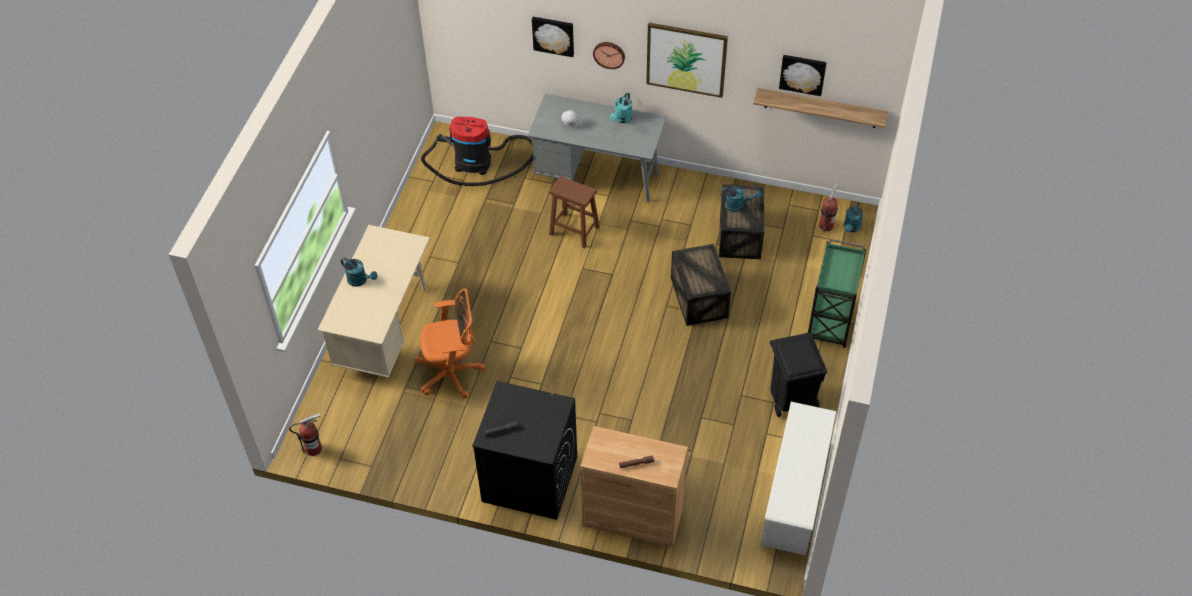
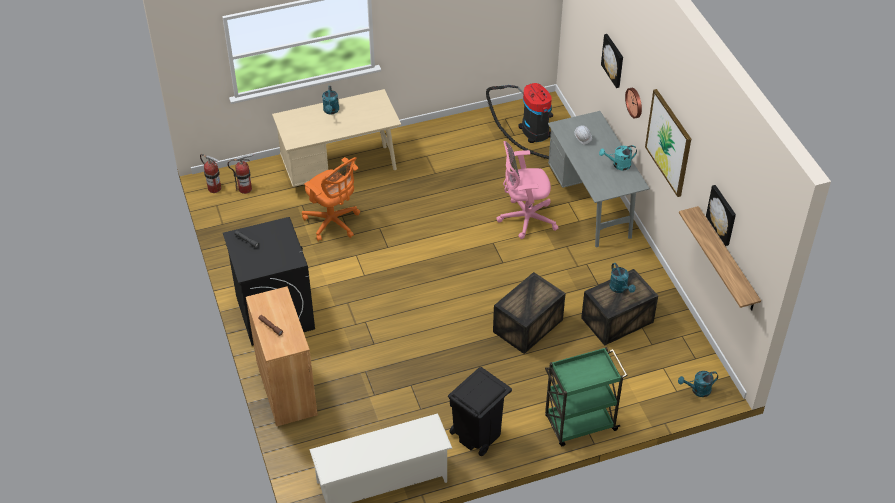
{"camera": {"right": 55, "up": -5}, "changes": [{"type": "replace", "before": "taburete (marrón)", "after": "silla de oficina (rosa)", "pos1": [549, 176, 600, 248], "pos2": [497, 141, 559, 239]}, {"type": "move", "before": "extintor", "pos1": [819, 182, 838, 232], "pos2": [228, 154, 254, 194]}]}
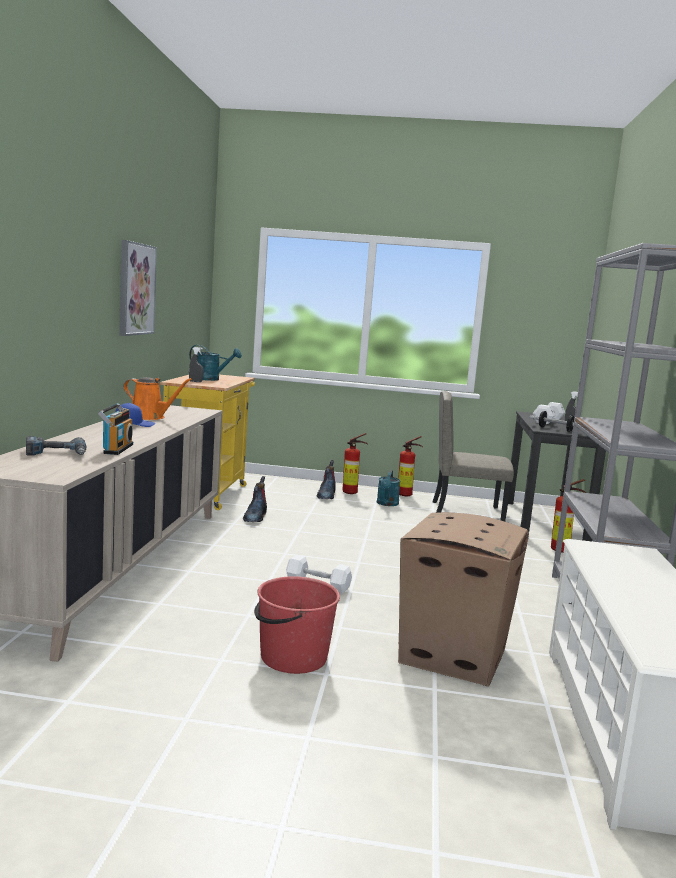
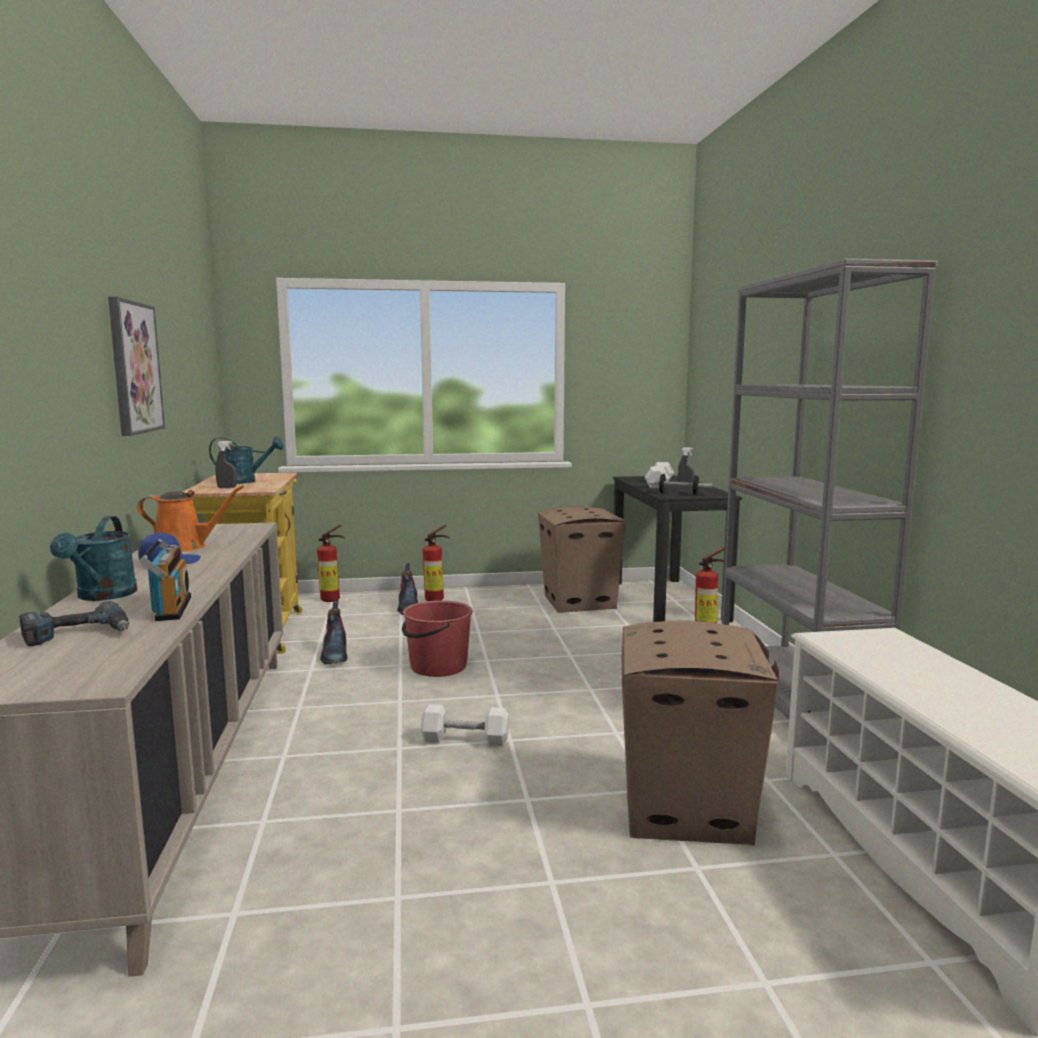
{"camera": {"right": -15, "up": 0}, "changes": [{"type": "move", "before": "cubo (rojo)", "pos1": [254, 576, 340, 674], "pos2": [402, 600, 473, 677]}, {"type": "move", "before": "regadera (turquesa)", "pos1": [377, 470, 401, 506], "pos2": [50, 516, 137, 601]}, {"type": "move", "before": "extintor", "pos1": [398, 436, 423, 496], "pos2": [317, 525, 345, 602]}, {"type": "replace", "before": "silla (beis)", "after": "caja de cartón", "pos1": [432, 391, 514, 522], "pos2": [538, 506, 626, 613]}]}
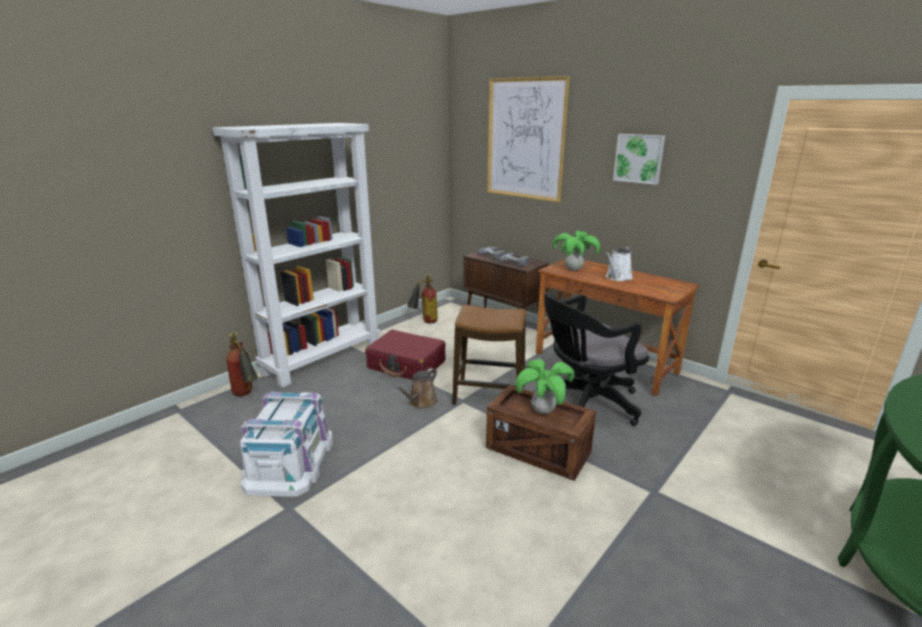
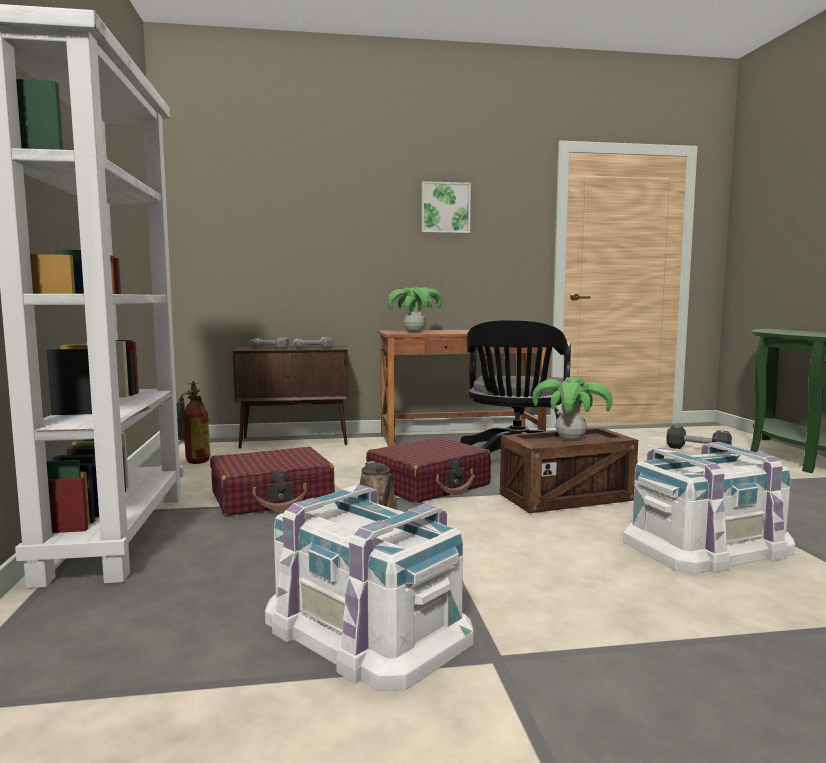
{"camera": {"right": -50, "up": -15}, "changes": [{"type": "delete", "before": "extintor", "pos1": [226, 333, 258, 396]}, {"type": "replace", "before": "taburete", "after": "maleta (rojo)", "pos1": [452, 305, 526, 405], "pos2": [366, 437, 491, 503]}, {"type": "delete", "before": "cuadro", "pos1": [487, 76, 570, 202]}, {"type": "delete", "before": "regadera (blanco)", "pos1": [605, 247, 633, 281]}, {"type": "insert", "after": "caja de almacenaje (blanco)", "pos2": [623, 442, 795, 574]}, {"type": "insert", "after": "mancuerna (negro)", "pos2": [666, 426, 732, 452]}]}
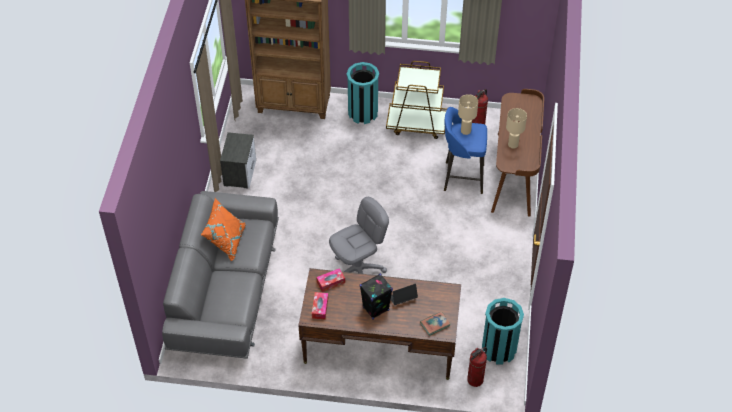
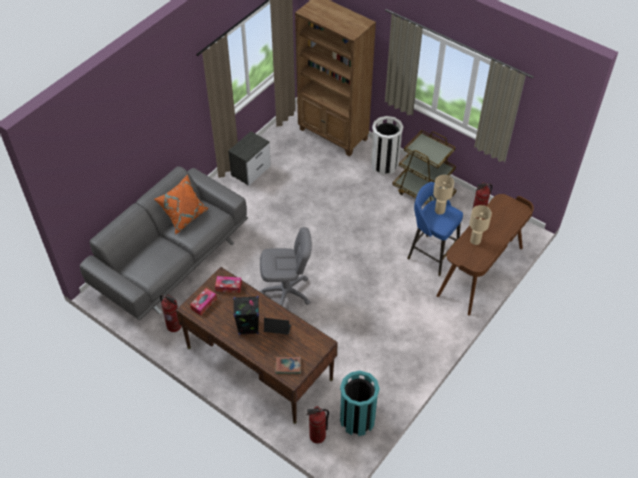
{"camera": {"right": 30, "up": 0}, "changes": [{"type": "recolor", "before": "papelera (turquesa)", "after": "papelera (blanco)", "pos1": [347, 62, 379, 124], "pos2": [371, 116, 403, 175]}, {"type": "insert", "after": "extintor", "pos2": [160, 294, 181, 332]}]}
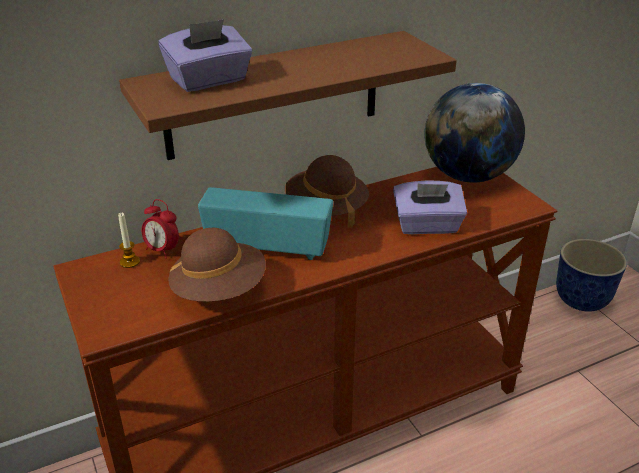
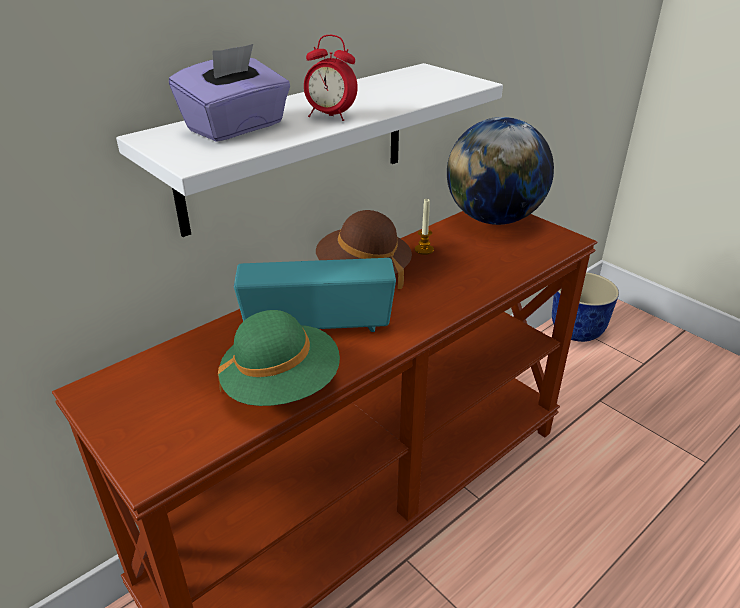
{"camera": {"right": -15, "up": 0}, "changes": [{"type": "move", "before": "vela", "pos1": [118, 212, 140, 268], "pos2": [415, 198, 434, 255]}, {"type": "recolor", "before": "estante (marrón)", "after": "estante (blanco)", "pos1": [119, 31, 457, 160], "pos2": [116, 63, 503, 237]}, {"type": "move", "before": "despertador", "pos1": [142, 199, 179, 258], "pos2": [304, 35, 358, 121]}, {"type": "recolor", "before": "sombrero (marrón)", "after": "sombrero (verde)", "pos1": [168, 228, 266, 302], "pos2": [218, 310, 340, 406]}, {"type": "delete", "before": "caja de pañuelos (morado)", "pos1": [393, 180, 467, 234]}]}
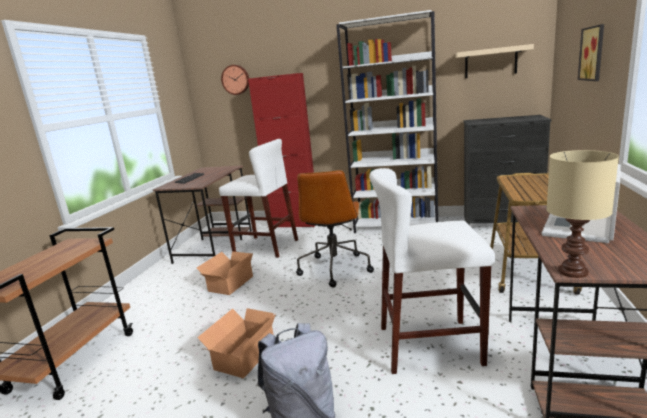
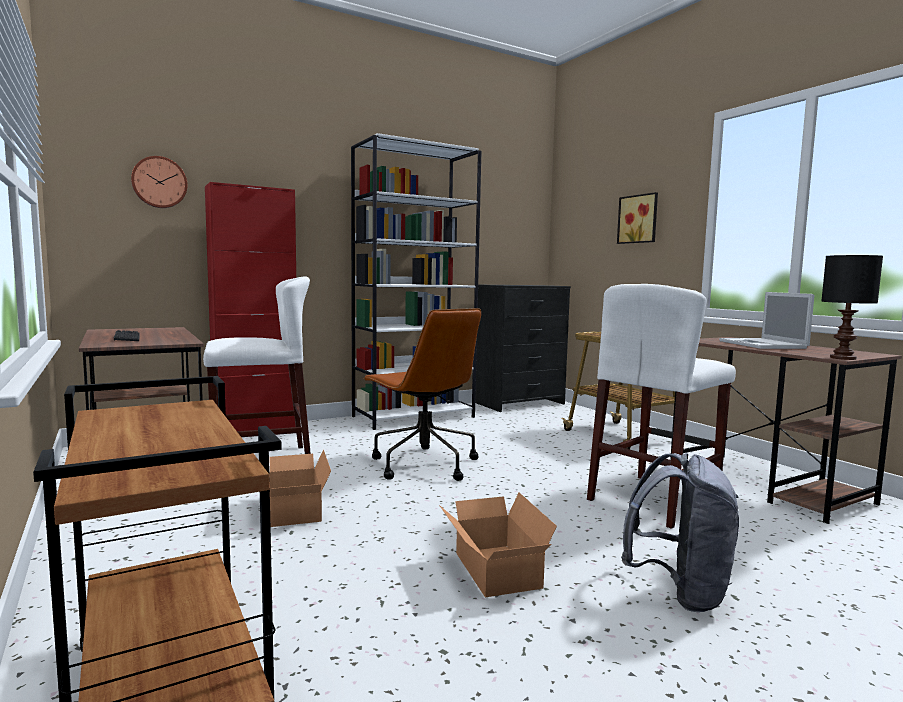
{"camera": {"right": -45, "up": -10}, "changes": [{"type": "delete", "before": "estante (beis)", "pos1": [455, 44, 534, 78]}, {"type": "recolor", "before": "lámpara de mesa (beis)", "after": "lámpara de mesa (negro)", "pos1": [546, 150, 619, 278], "pos2": [821, 255, 883, 360]}]}
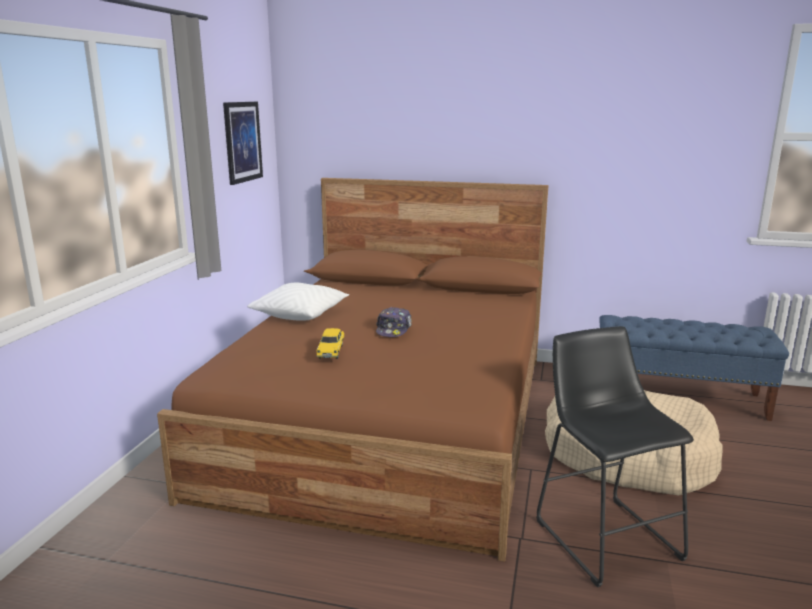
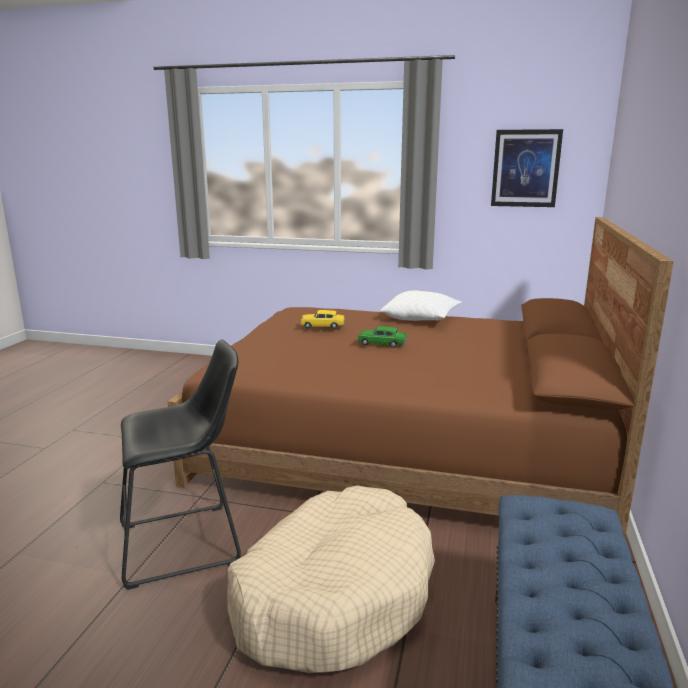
{"camera": {"right": 90, "up": 0}, "changes": [{"type": "replace", "before": "gorra", "after": "coche de juguete (verde)", "pos1": [376, 307, 412, 337], "pos2": [357, 326, 407, 348]}]}
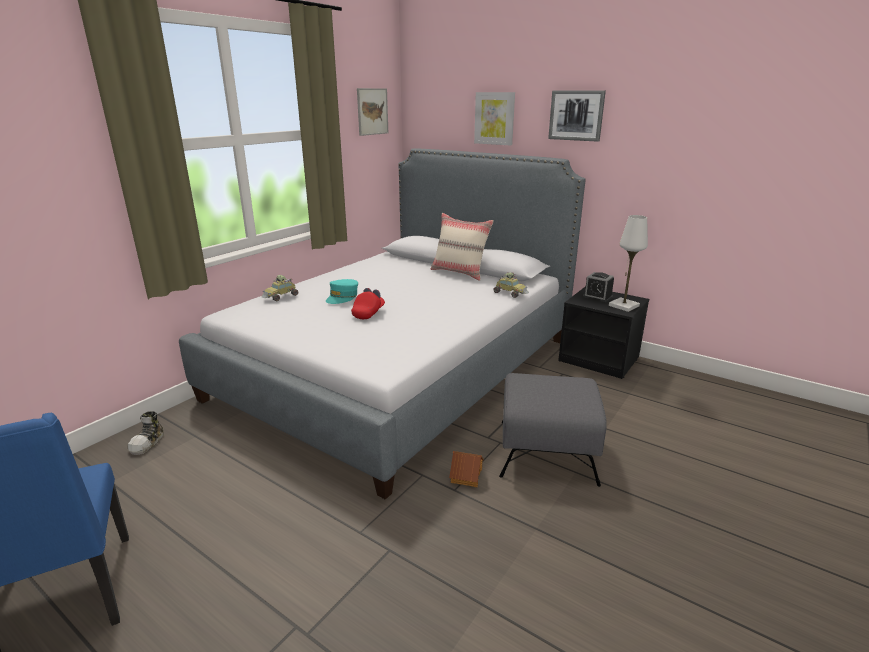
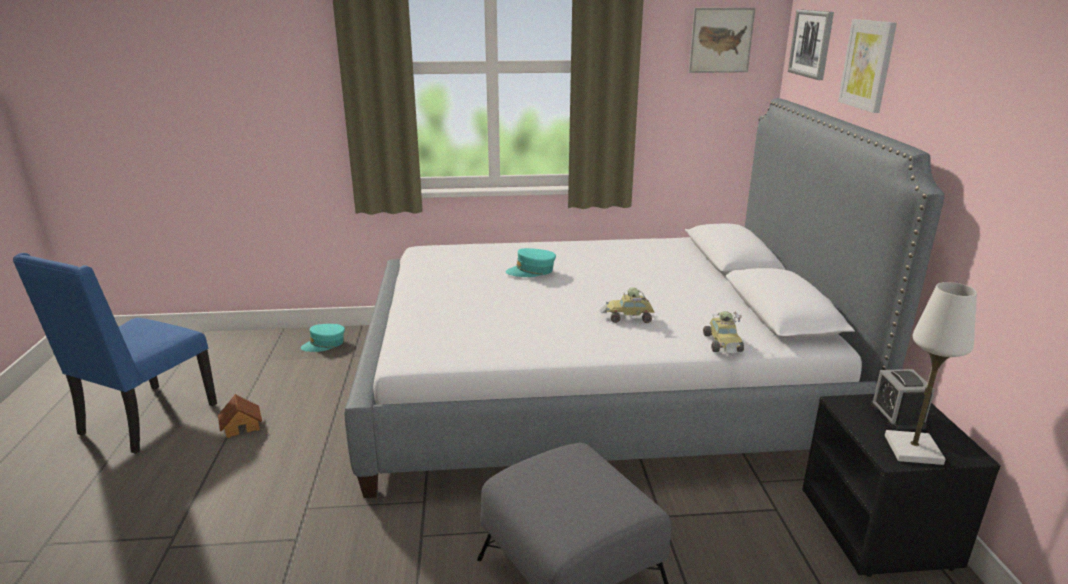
{"camera": {"right": 50, "up": 0}, "changes": [{"type": "replace", "before": "zapato", "after": "gorra (turquesa)", "pos1": [128, 411, 164, 455], "pos2": [301, 324, 345, 352]}, {"type": "move", "before": "coche de juguete", "pos1": [261, 275, 298, 301], "pos2": [600, 287, 654, 323]}, {"type": "delete", "before": "gorra (rojo)", "pos1": [351, 288, 385, 319]}, {"type": "delete", "before": "cojín (beis)", "pos1": [431, 213, 494, 281]}, {"type": "move", "before": "casita", "pos1": [449, 451, 483, 487], "pos2": [218, 394, 262, 438]}, {"type": "move", "before": "cuadro", "pos1": [548, 90, 606, 142], "pos2": [788, 9, 834, 80]}]}
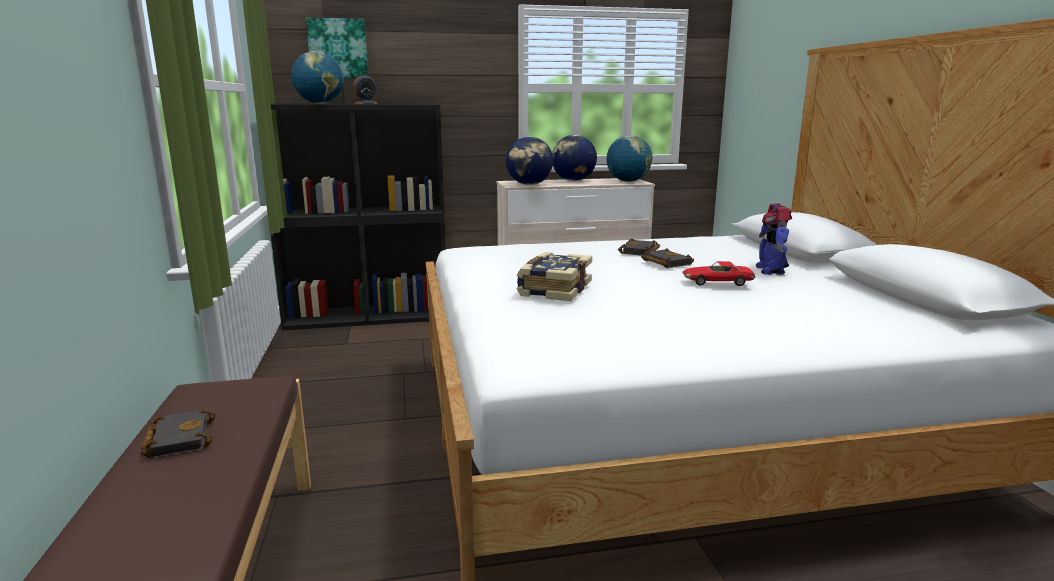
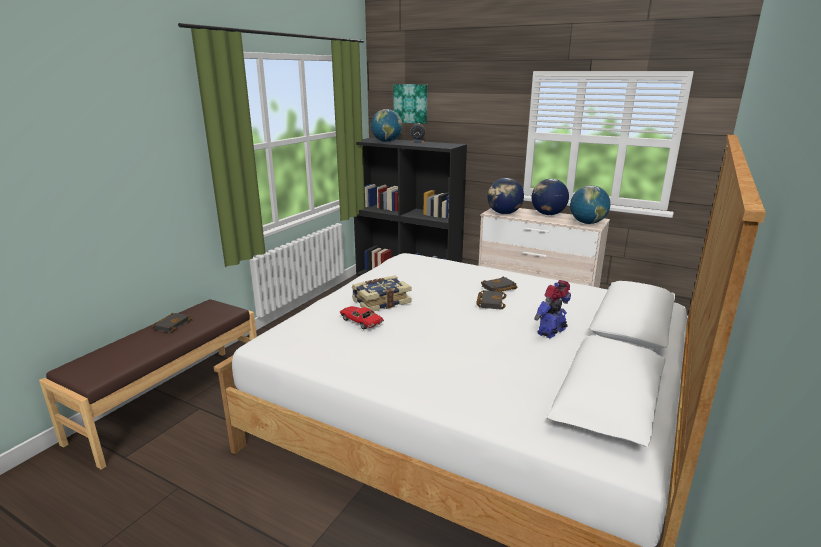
{"camera": {"right": 40, "up": 5}, "changes": [{"type": "move", "before": "coche de juguete", "pos1": [682, 261, 756, 286], "pos2": [340, 306, 384, 330]}]}
